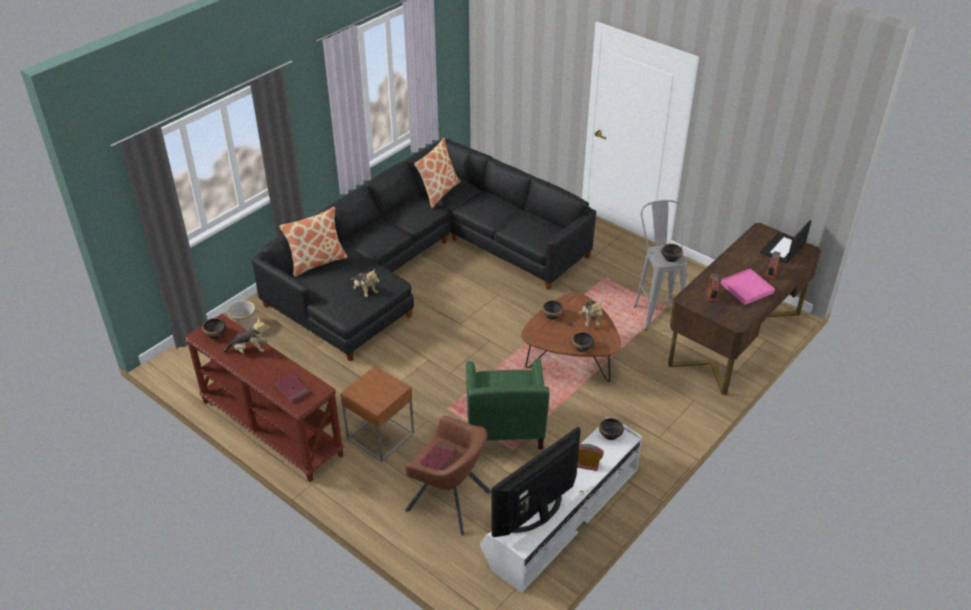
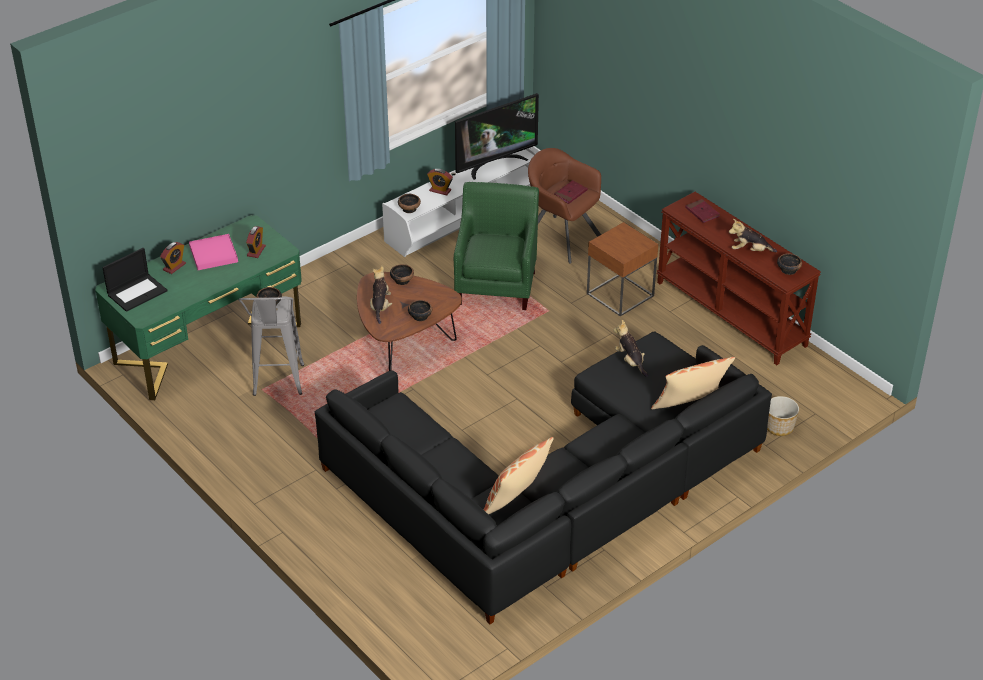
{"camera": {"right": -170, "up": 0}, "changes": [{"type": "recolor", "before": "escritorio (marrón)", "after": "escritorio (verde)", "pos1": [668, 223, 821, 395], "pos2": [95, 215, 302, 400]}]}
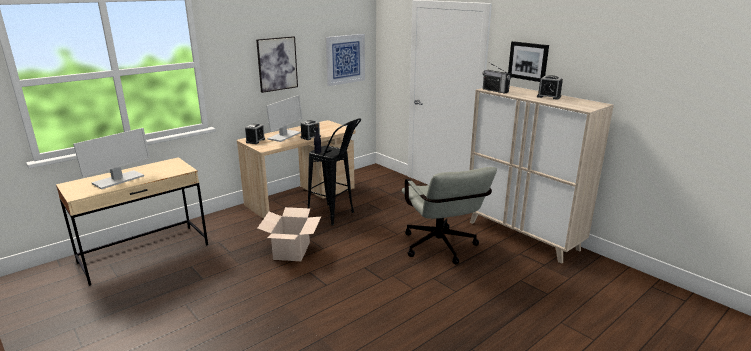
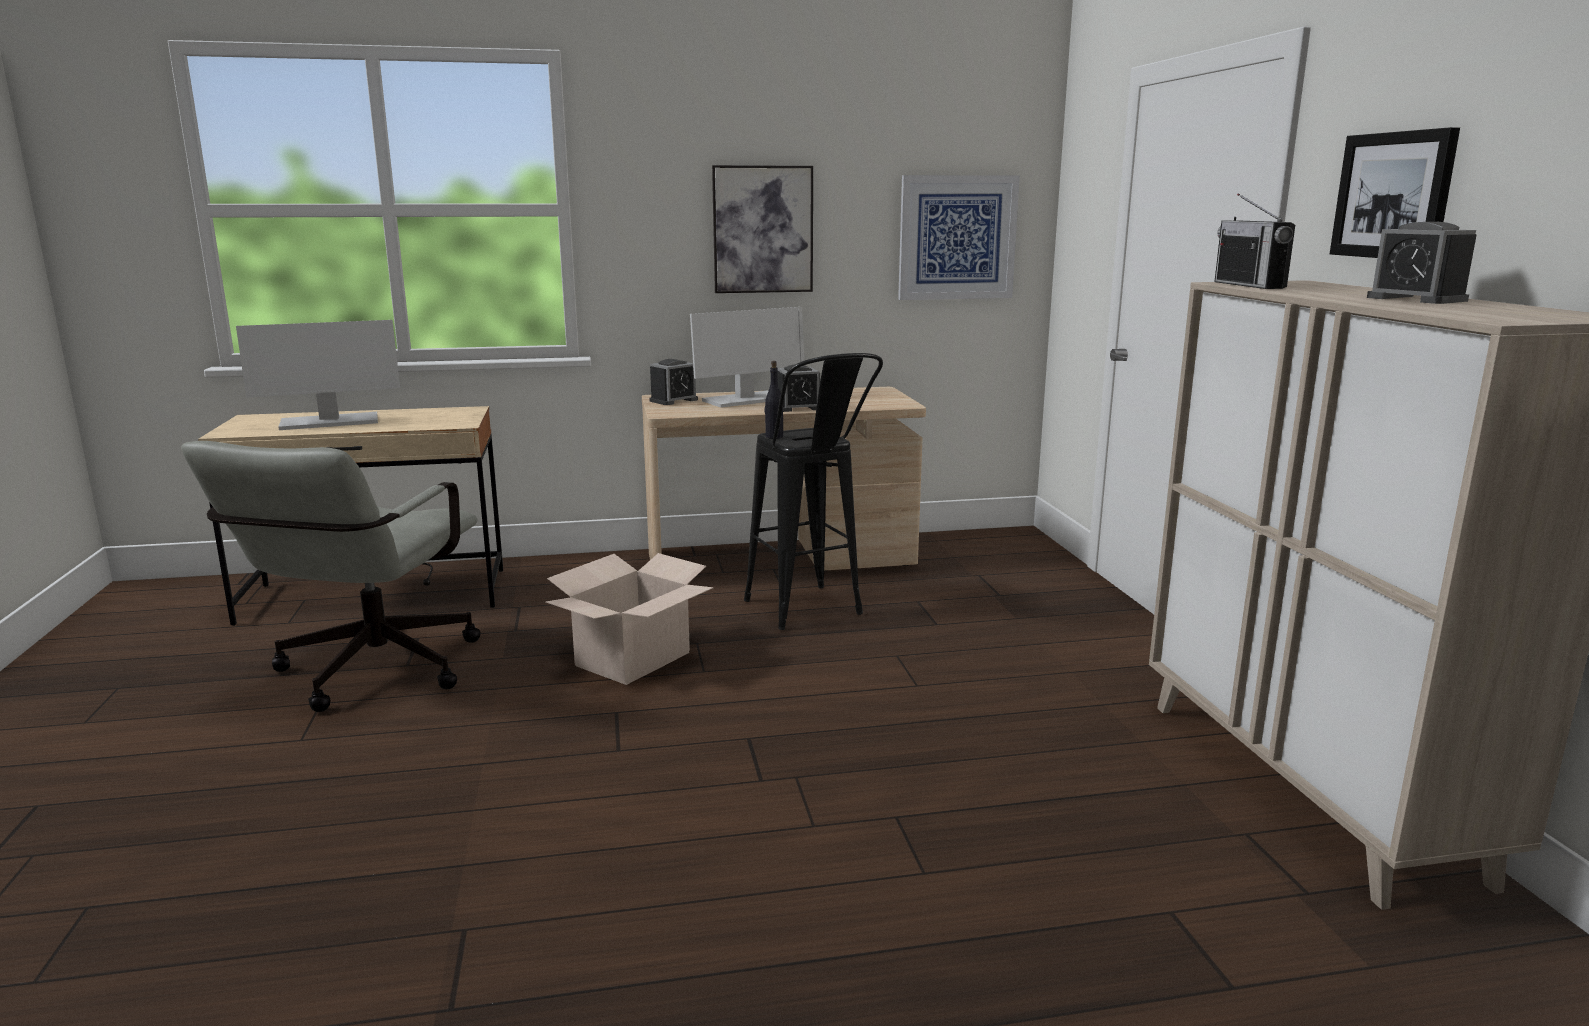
{"camera": {"right": 30, "up": -5}, "changes": [{"type": "move", "before": "silla de oficina (gris)", "pos1": [402, 167, 497, 265], "pos2": [181, 441, 481, 712]}]}
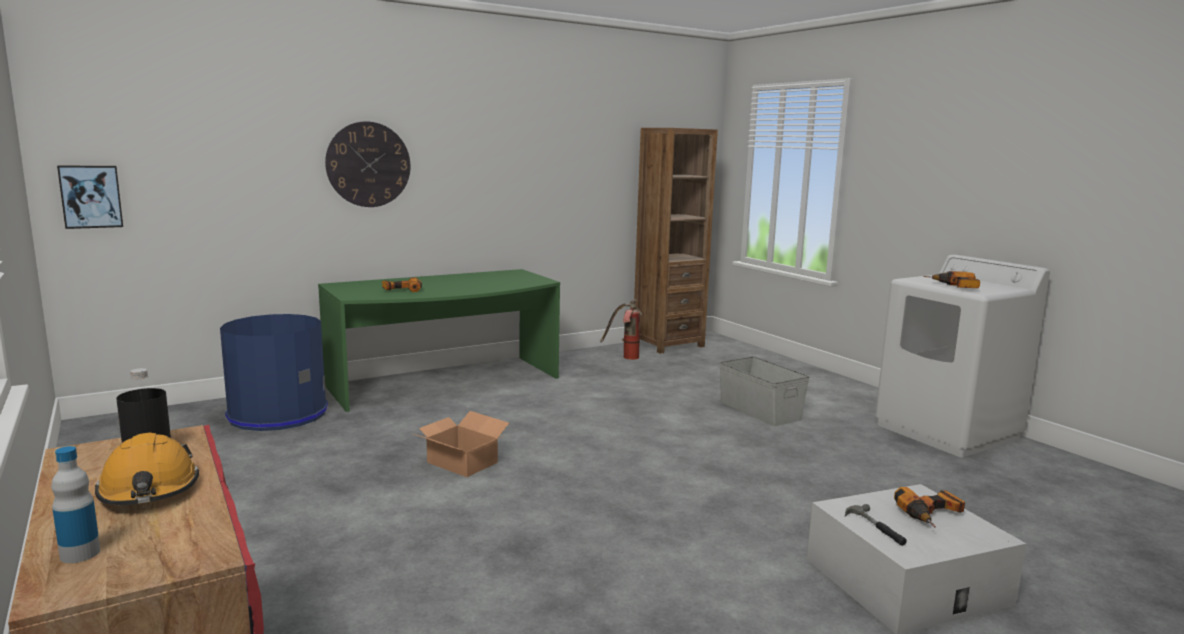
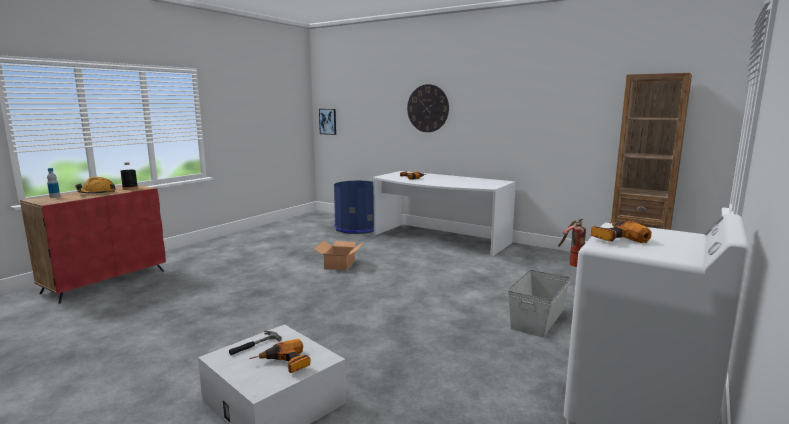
{"camera": {"right": 65, "up": 0}, "changes": [{"type": "recolor", "before": "escritorio (verde)", "after": "escritorio (blanco)", "pos1": [318, 269, 560, 412], "pos2": [373, 171, 516, 257]}]}
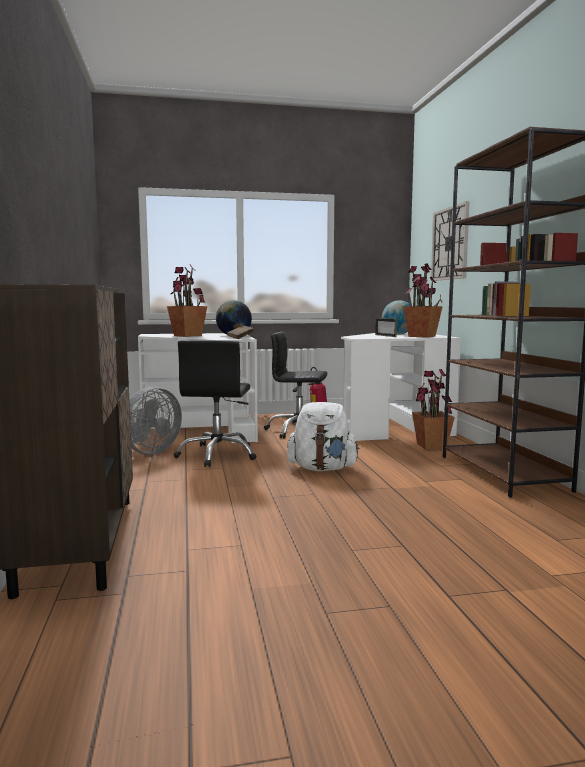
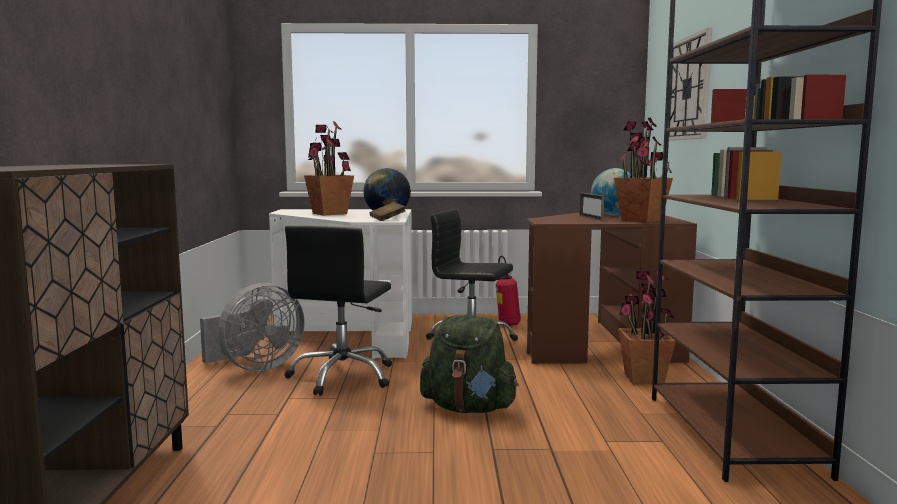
{"camera": {"right": 10, "up": 0}, "changes": [{"type": "recolor", "before": "mochila (blanco)", "after": "mochila (verde)", "pos1": [287, 402, 360, 471], "pos2": [420, 315, 519, 413]}, {"type": "recolor", "before": "escritorio (blanco)", "after": "escritorio (marrón)", "pos1": [341, 332, 461, 441], "pos2": [527, 212, 697, 364]}]}
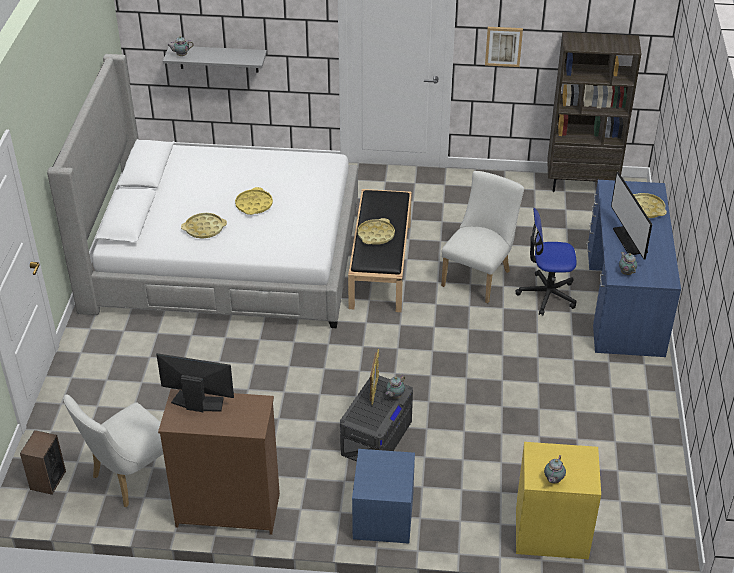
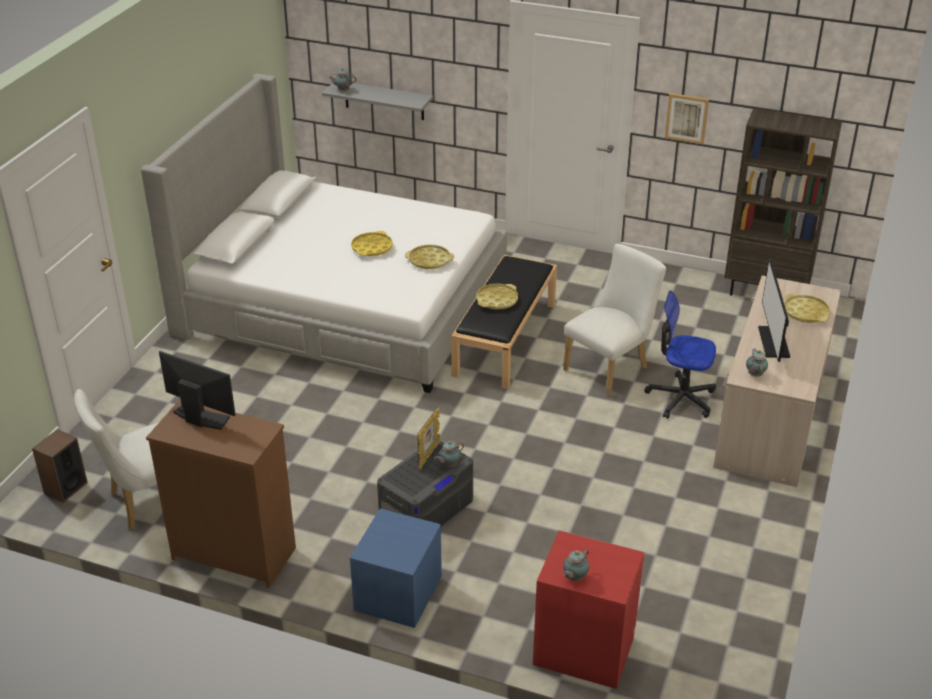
{"camera": {"right": 15, "up": -5}, "changes": [{"type": "move", "before": "bandeja (amarillo)", "pos1": [181, 213, 227, 239], "pos2": [405, 244, 454, 269]}, {"type": "recolor", "before": "mesita de noche (amarillo)", "after": "mesita de noche (rojo)", "pos1": [516, 442, 601, 559], "pos2": [533, 531, 644, 689]}, {"type": "recolor", "before": "escritorio (azul)", "after": "escritorio (beis)", "pos1": [587, 180, 681, 357], "pos2": [713, 275, 841, 487]}]}
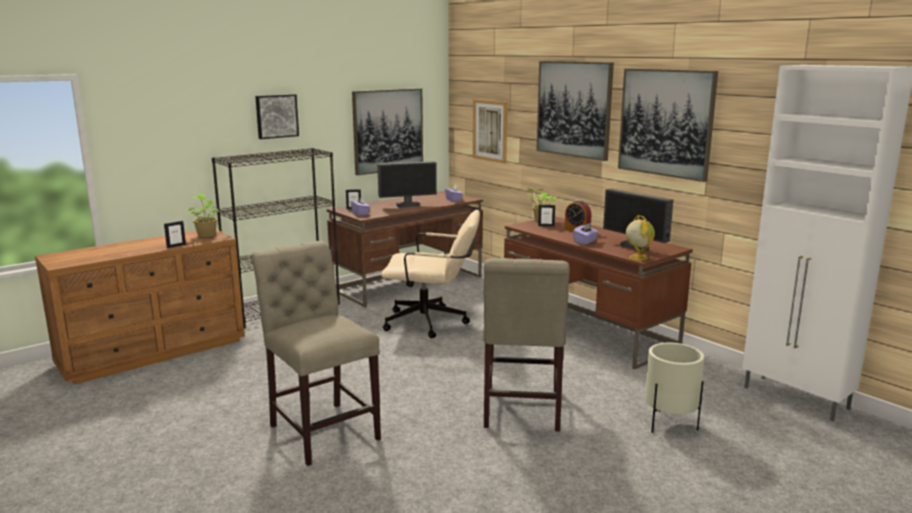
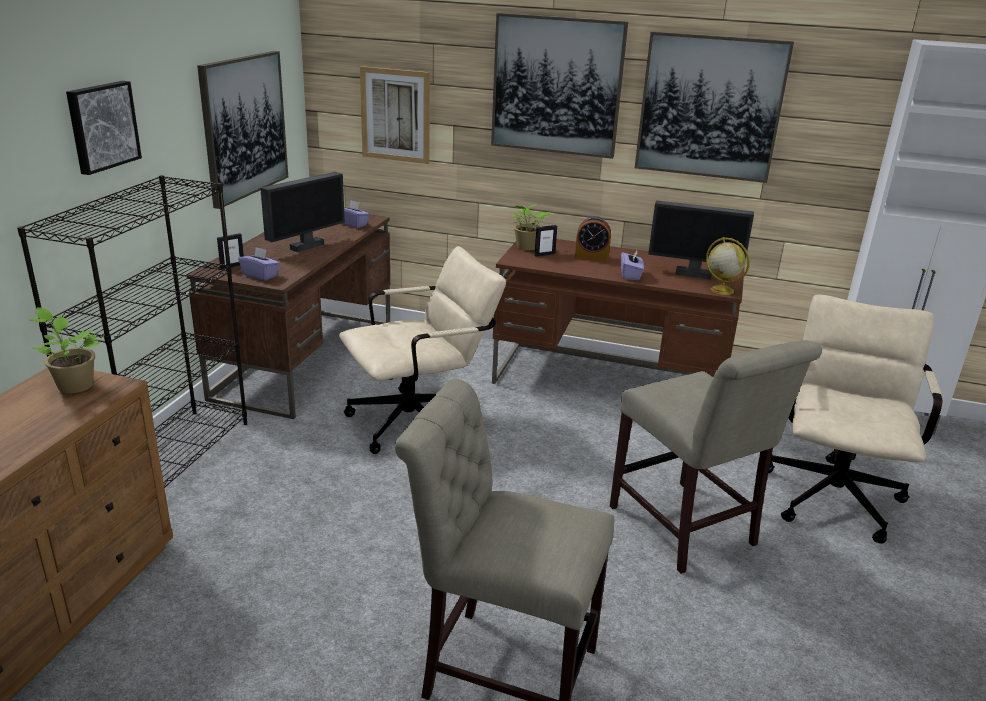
{"camera": {"right": -35, "up": 10}, "changes": [{"type": "delete", "before": "portarretratos", "pos1": [164, 221, 186, 248]}, {"type": "replace", "before": "maceta (beis)", "after": "silla de oficina (beis)", "pos1": [645, 343, 704, 433], "pos2": [768, 295, 942, 544]}]}
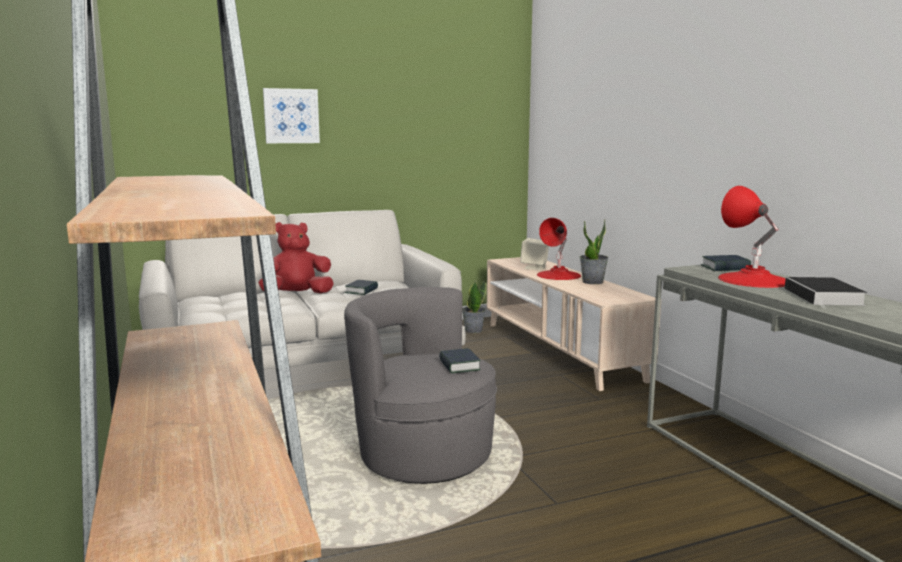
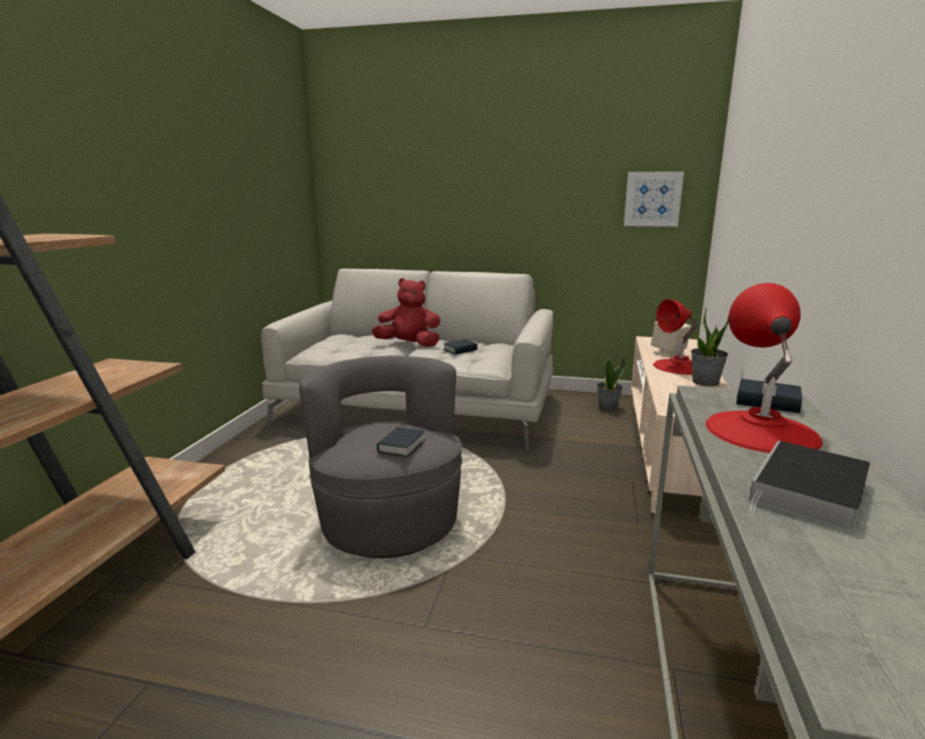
{"camera": {"right": 35, "up": 5}, "changes": [{"type": "move", "before": "cuadro", "pos1": [263, 88, 320, 143], "pos2": [624, 171, 684, 227]}]}
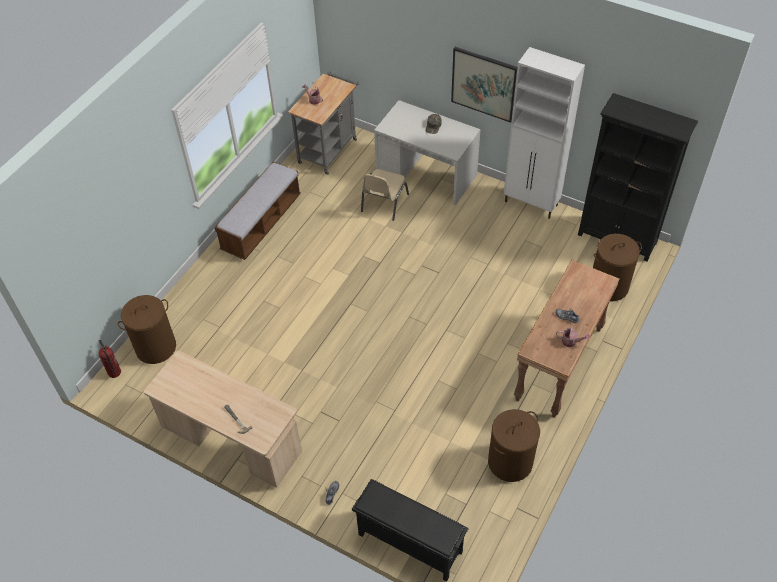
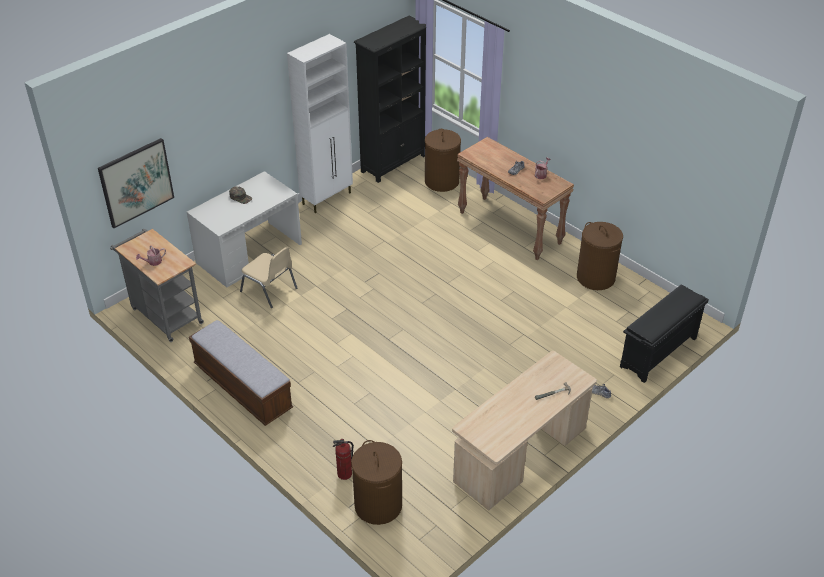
{"camera": {"right": -75, "up": -10}, "changes": [{"type": "move", "before": "extintor", "pos1": [98, 340, 121, 378], "pos2": [333, 439, 354, 480]}, {"type": "move", "before": "cuadro", "pos1": [451, 47, 517, 123], "pos2": [98, 138, 174, 228]}]}
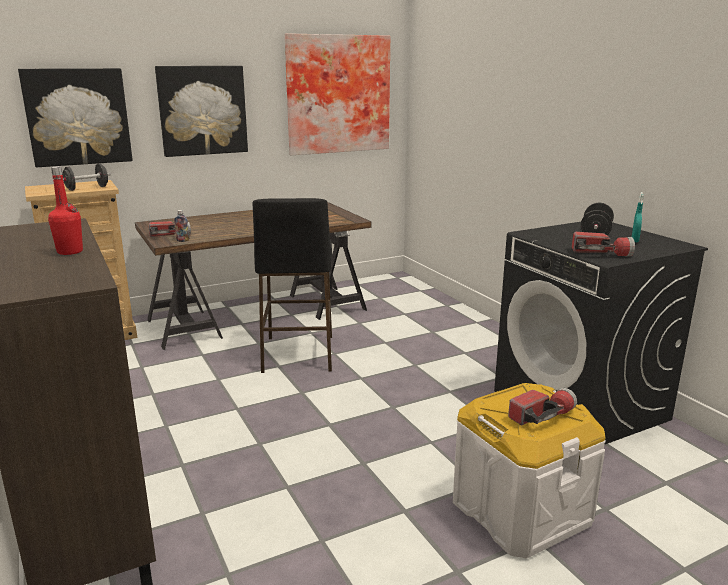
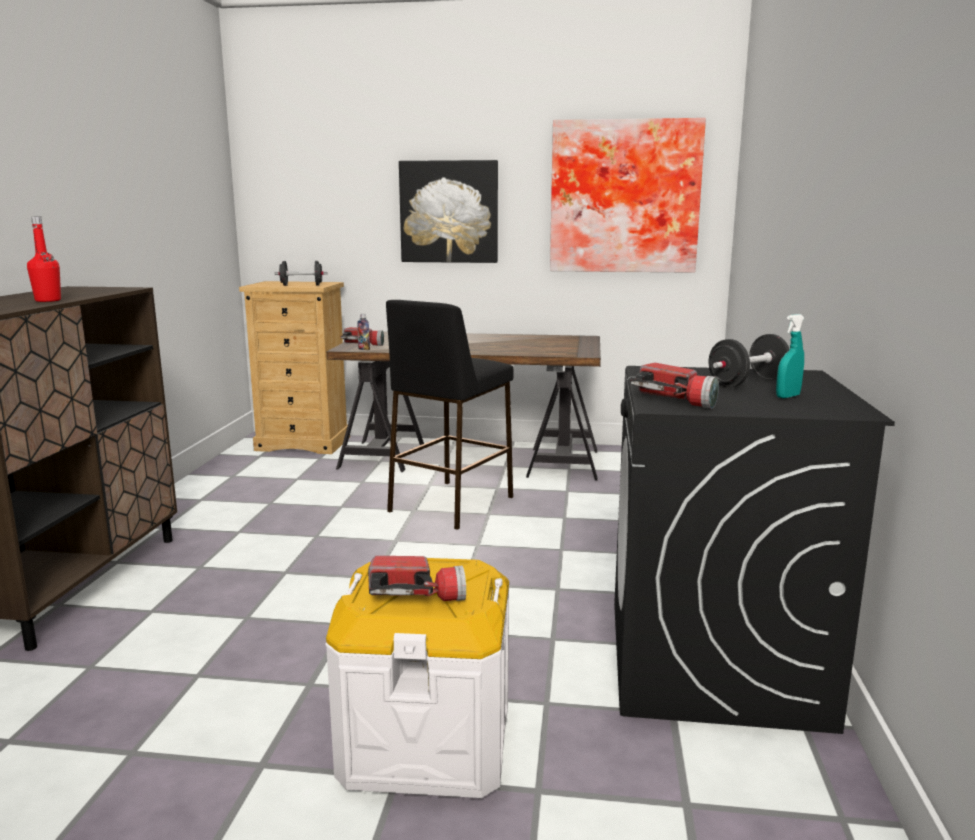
{"camera": {"right": 35, "up": -5}, "changes": [{"type": "delete", "before": "cuadro", "pos1": [18, 68, 133, 167]}]}
